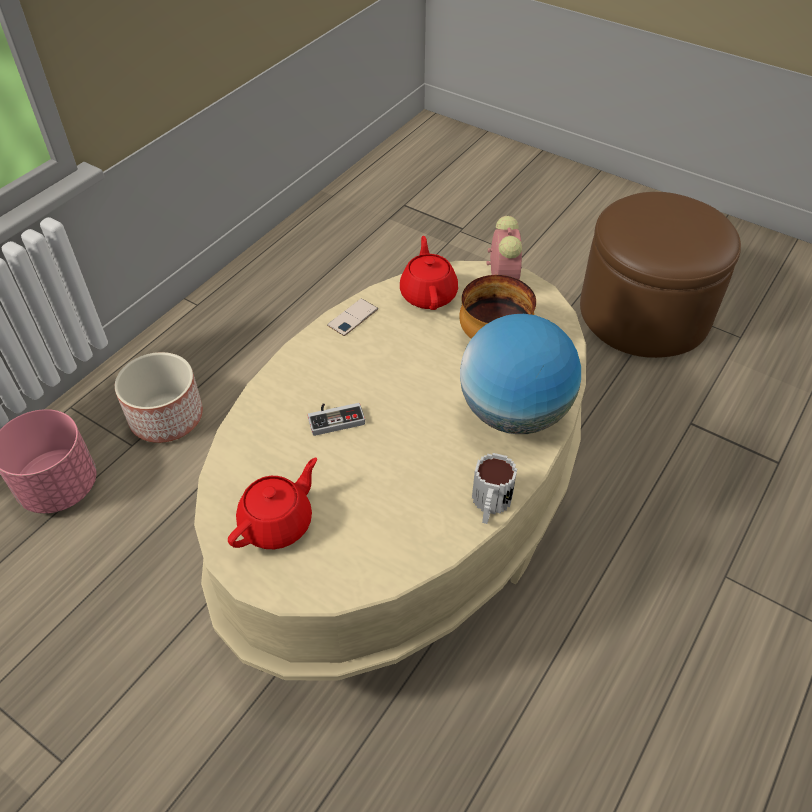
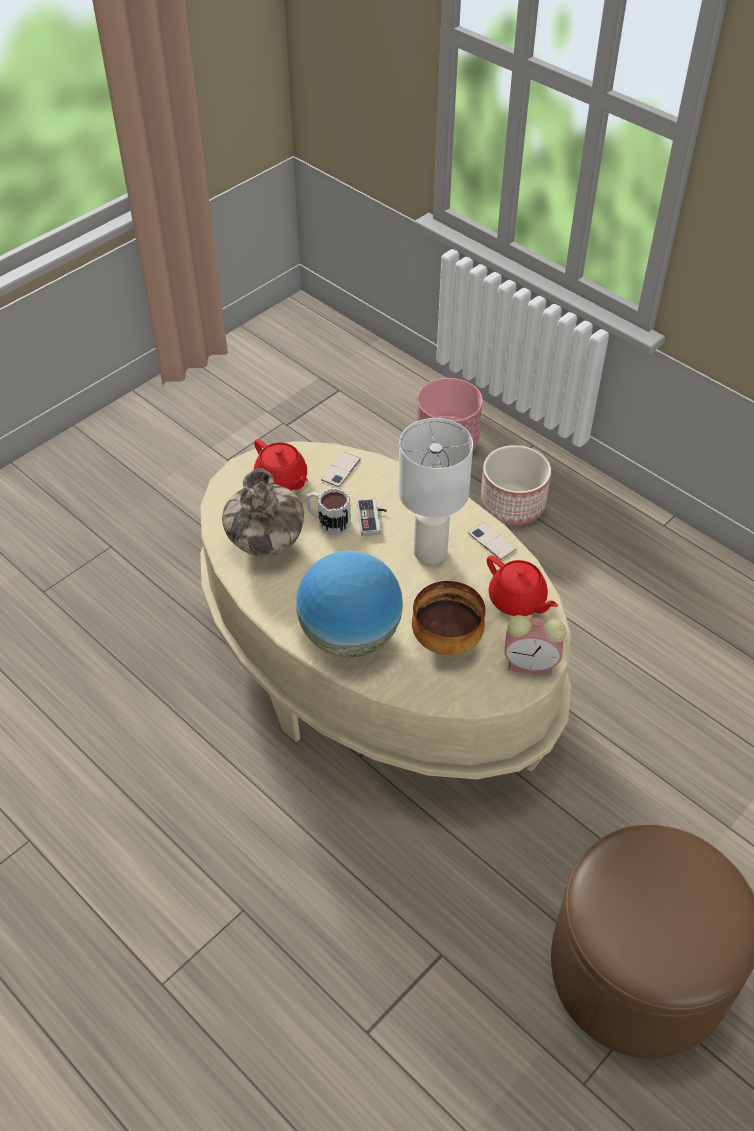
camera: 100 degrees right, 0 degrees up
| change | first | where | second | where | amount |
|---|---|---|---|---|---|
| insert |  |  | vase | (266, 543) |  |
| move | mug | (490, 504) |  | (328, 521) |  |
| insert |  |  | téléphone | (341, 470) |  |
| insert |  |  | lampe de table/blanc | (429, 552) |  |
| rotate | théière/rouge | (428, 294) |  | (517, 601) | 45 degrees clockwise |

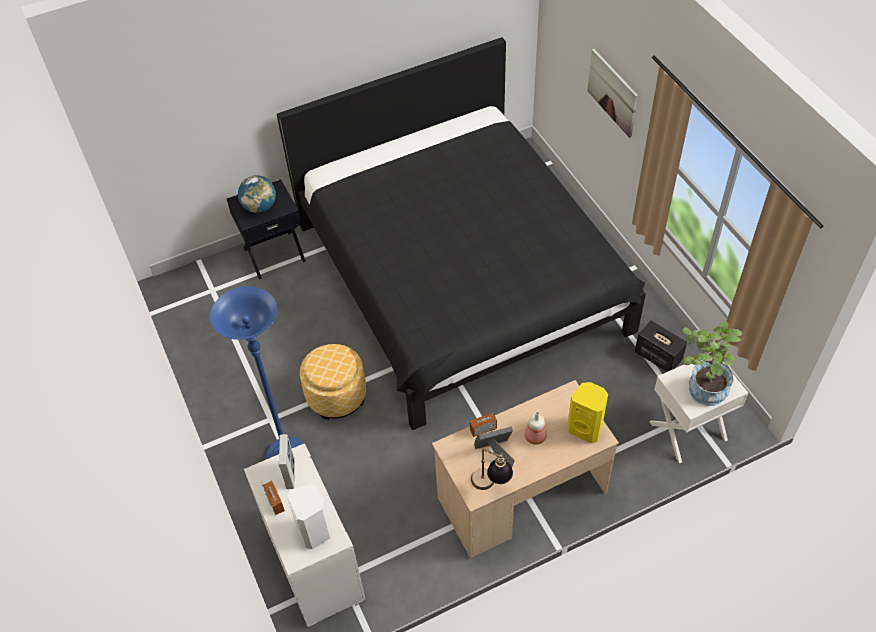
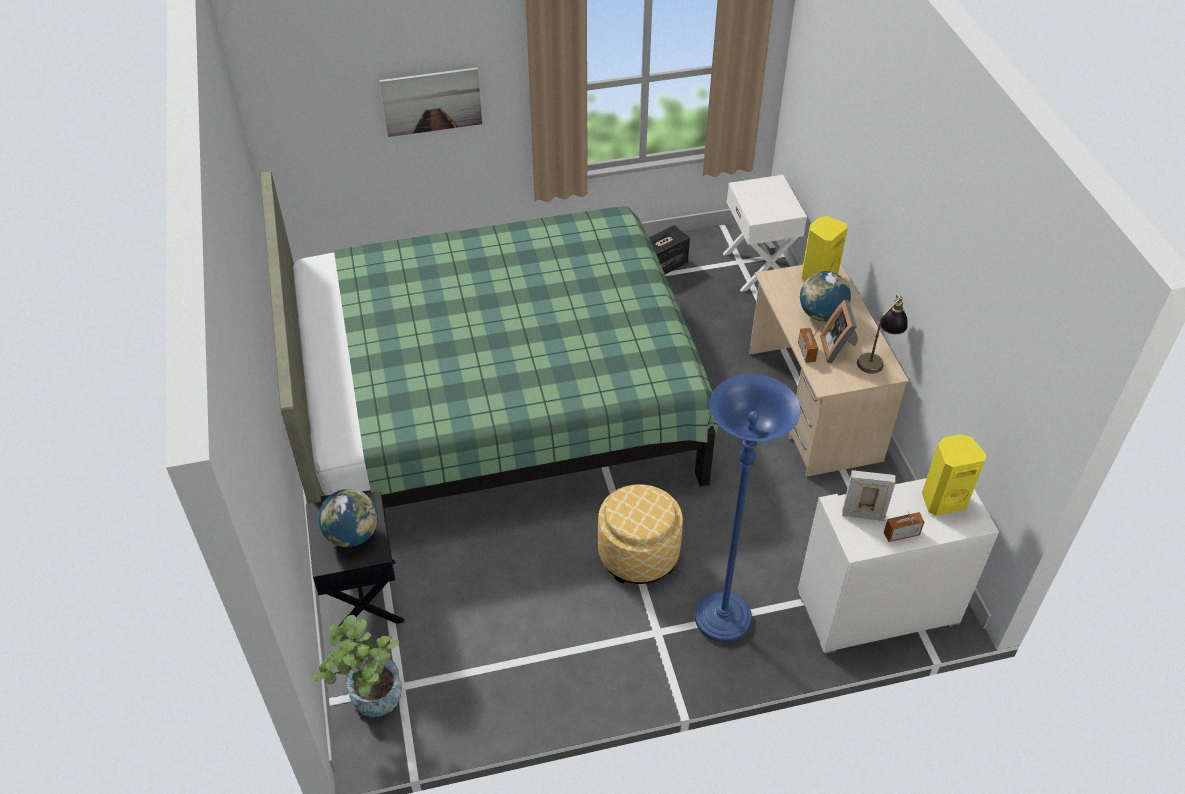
camera: 80 degrees left, 5 degrees down
| change | first | where | second | where | amount |
|---|---|---|---|---|---|
| recolor | lit/noir | (460, 279) | lit/vert | (494, 401) |  |
| move | plante en pot | (701, 388) |  | (371, 700) |  |
| replace | bouteille | (535, 436) | globe | (821, 314) |  |
| recolor | enceinte/blanc | (315, 531) | enceinte/jaune | (942, 499) |  |

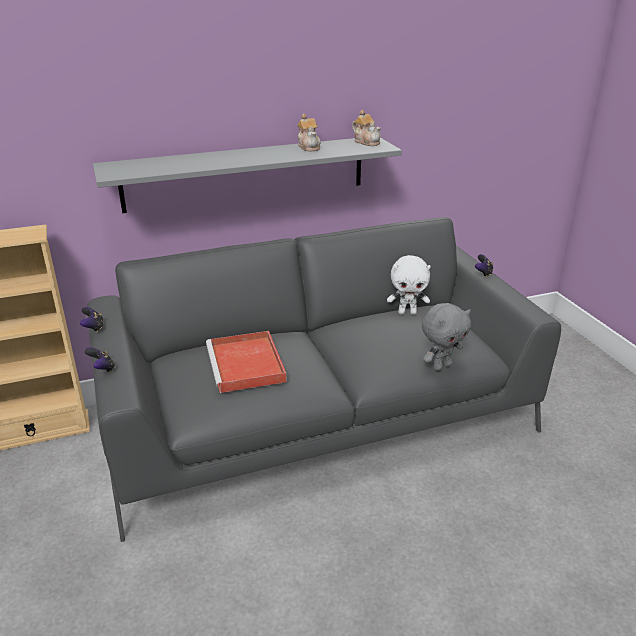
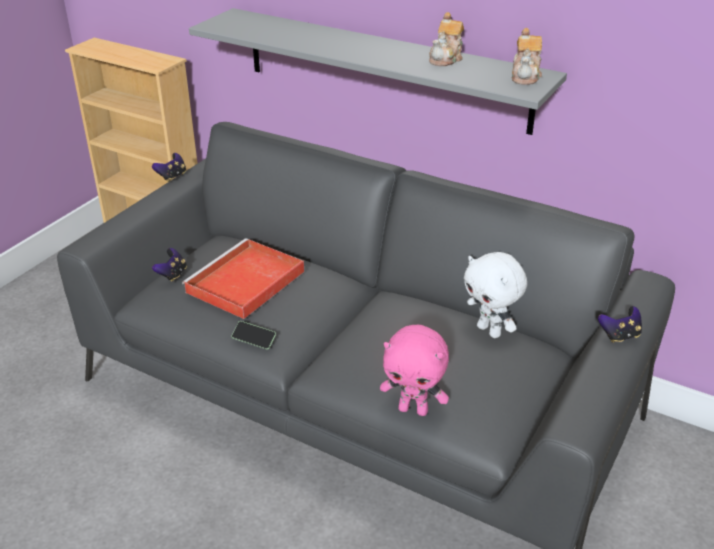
camera: 50 degrees right, 5 degrees up
| change | first | where | second | where | amount |
|---|---|---|---|---|---|
| move | manette | (102, 369) |  | (172, 274) |  |
| insert |  |  | téléphone | (254, 340) |  |
| recolor | peluche/gris | (441, 366) | peluche/rose | (414, 409) |  |

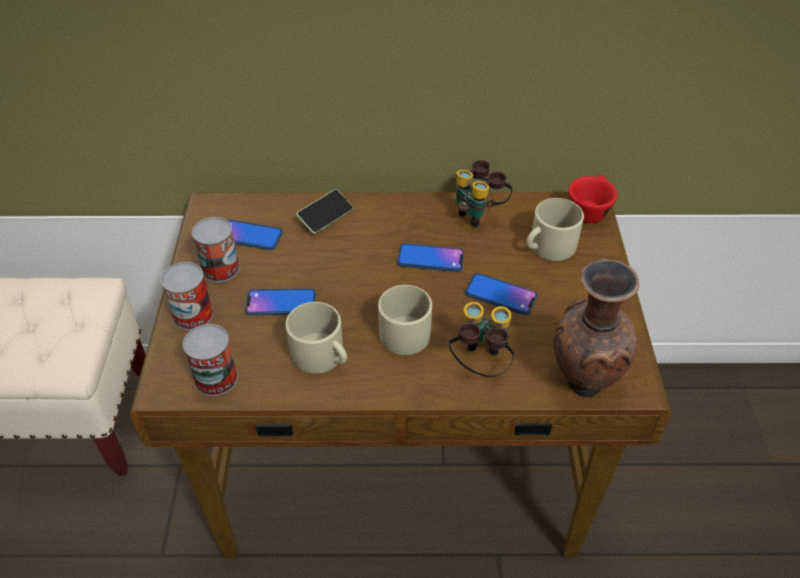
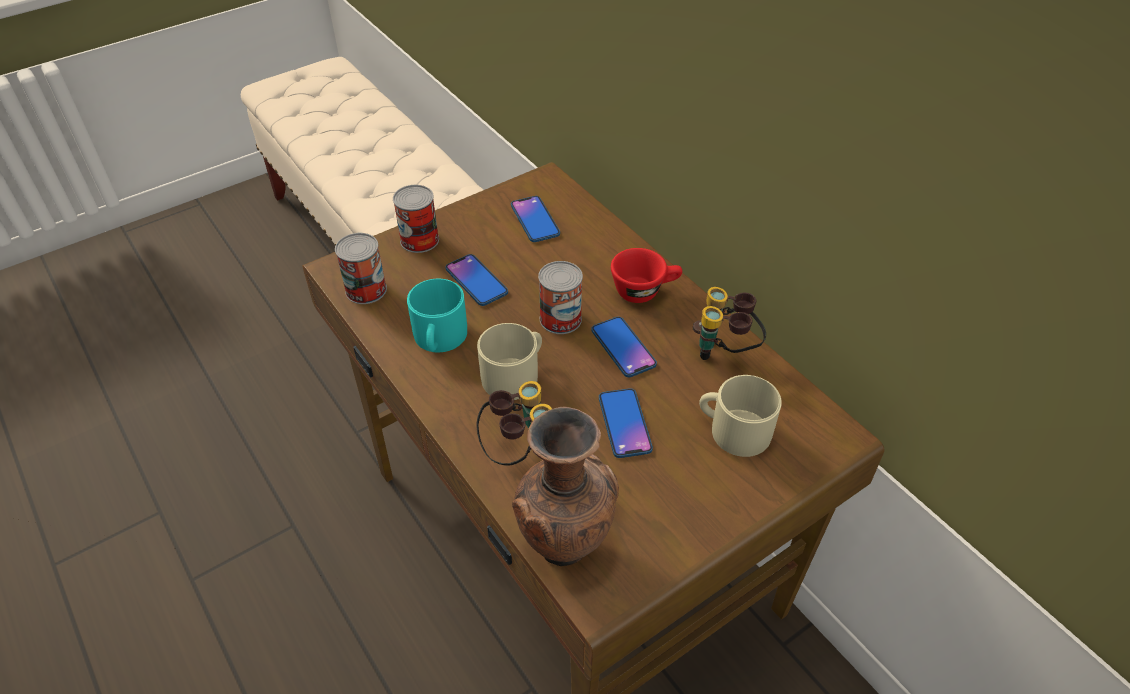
camera: 55 degrees right, 0 degrees up
| change | first | where | second | where | amount |
|---|---|---|---|---|---|
| recolor | mug/beige | (322, 356) | mug/turquoise | (439, 338) |  |
| move | boîte métallique | (221, 268) |  | (560, 319) |  |
| move | tasse/rouge | (589, 209) |  | (644, 290) |  |
| delete | téléphone | (326, 217) |  |  |  |

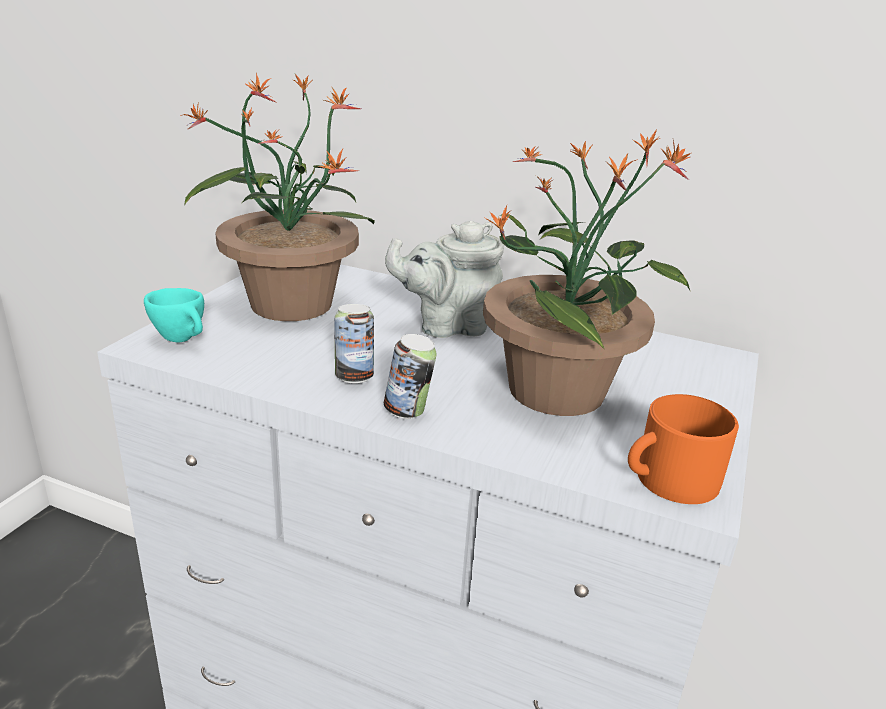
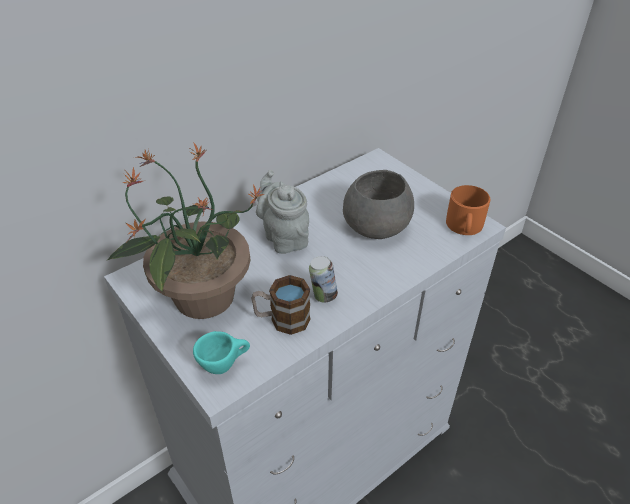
camera: 60 degrees left, 15 degrees up
| change | first | where | second | where | amount |
|---|---|---|---|---|---|
| insert |  |  | mug | (282, 319) |  |
| rotate | théière/gris | (447, 326) |  | (284, 237) | 135 degrees clockwise |
| replace | plante en pot | (559, 389) | bol/gris | (377, 225) |  |
| delete | boîte métallique | (408, 412) |  |  |  |

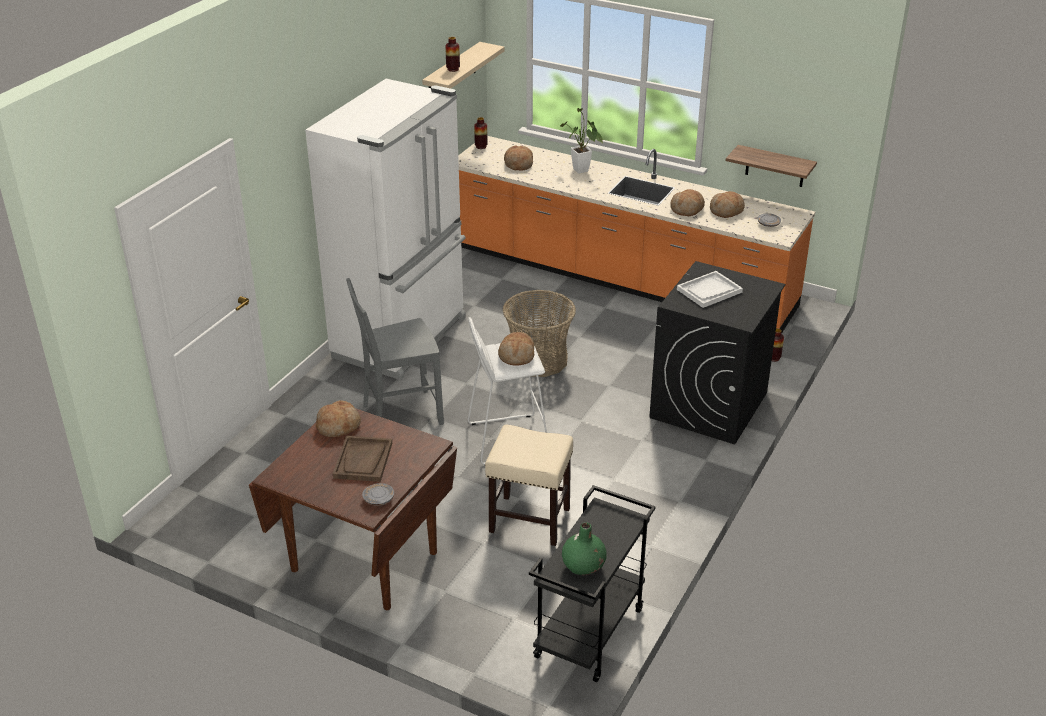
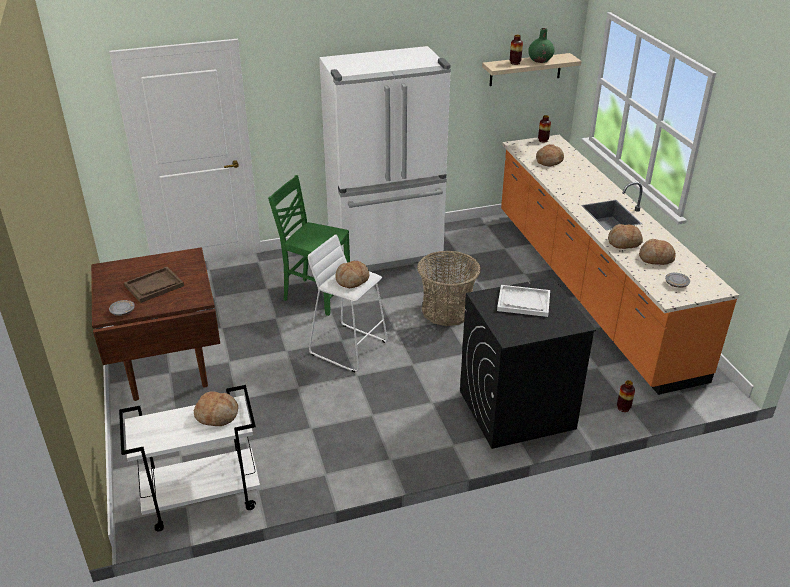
camera: 45 degrees right, 0 degrees up
| change | first | where | second | where | amount |
|---|---|---|---|---|---|
| recolor | chariot/noir | (590, 634) | chariot/blanc | (201, 499) |  |
| move | pain | (338, 425) |  | (217, 414) |  |
| recolor | chaise/gris | (400, 414) | chaise/vert | (315, 295) |  |
| move | vase/vert | (583, 566) |  | (540, 60) |  |
| delete | tabouret/beige | (528, 520) |  |  |  |
| delete | plante en pot | (582, 172) |  |  |  |
| delete | étagère | (775, 166) |  |  |  |

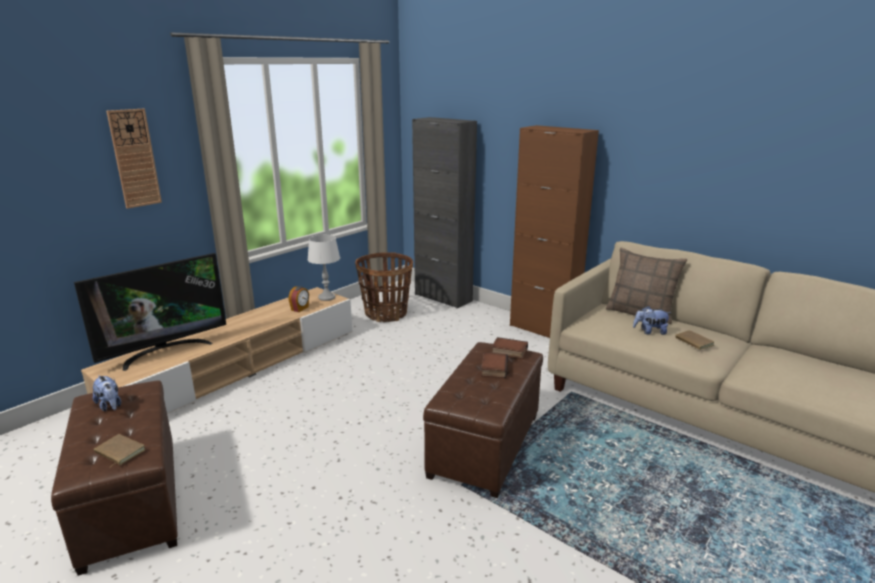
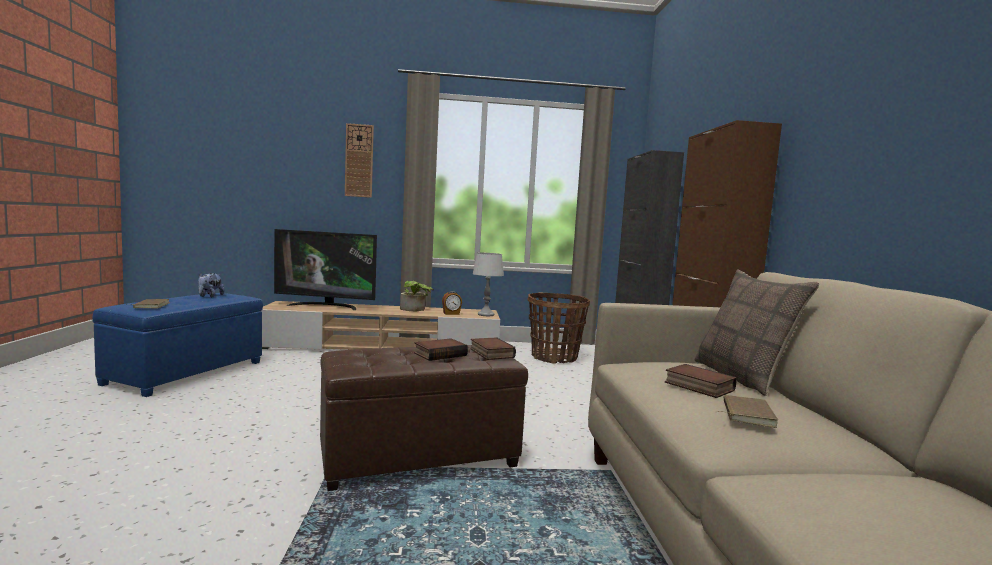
camera: 45 degrees right, 15 degrees down
| change | first | where | second | where | amount |
|---|---|---|---|---|---|
| recolor | pouf/marron | (133, 502) | pouf/bleu | (187, 373) |  |
| insert |  |  | plante en pot | (415, 309) |  |
| replace | peluche | (650, 332) | livre | (697, 386) |  |

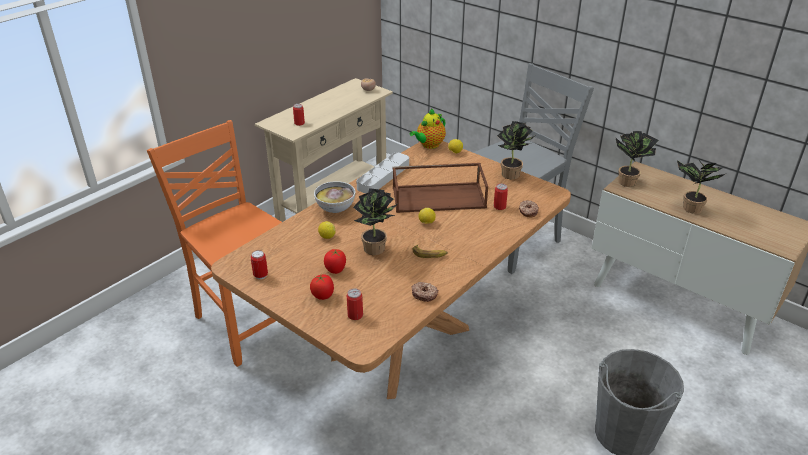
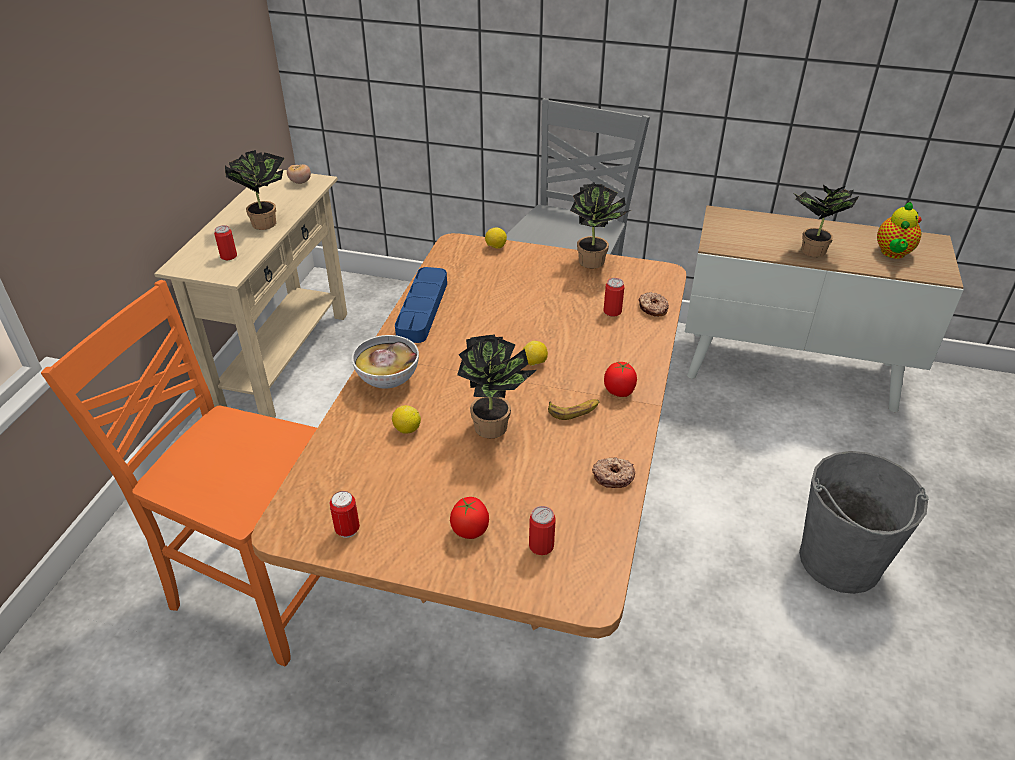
camera: 25 degrees left, 5 degrees up
| change | first | where | second | where | amount |
|---|---|---|---|---|---|
| move | plante en pot | (628, 181) |  | (265, 222) |  |
| recolor | plateau/gris | (383, 176) | plateau/bleu | (422, 309) |  |
| move | tomate | (335, 270) |  | (619, 391) |  |
| move | théière | (429, 145) |  | (893, 253) |  |
| delete | plateau/marron | (439, 197) |  |  |  |

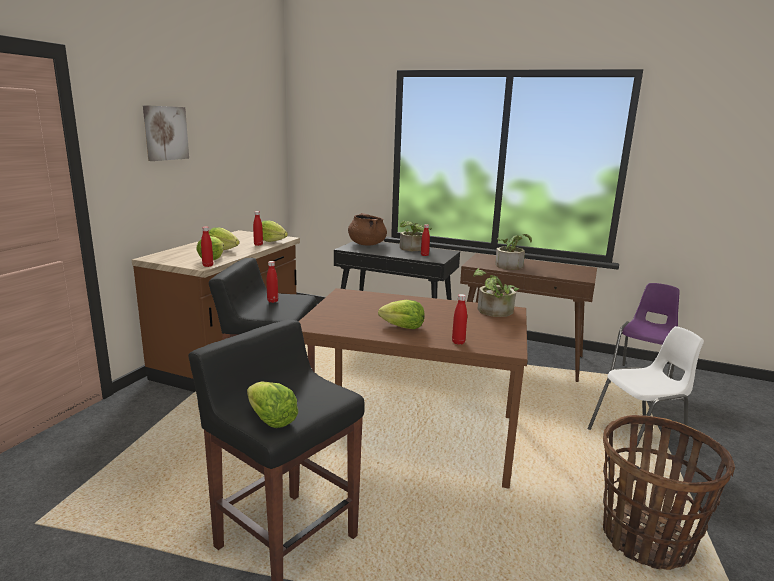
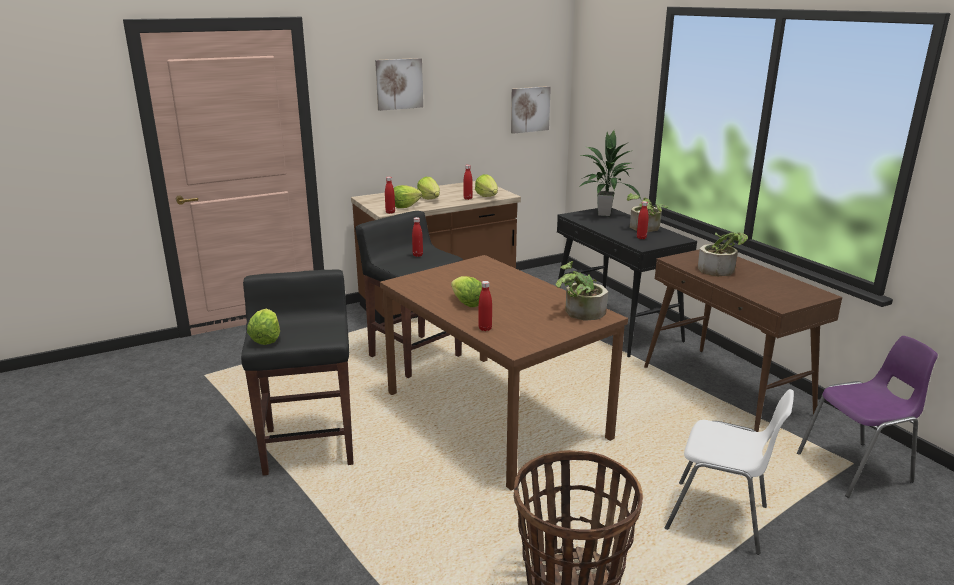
camera: 40 degrees right, 5 degrees up
| change | first | where | second | where | amount |
|---|---|---|---|---|---|
| insert |  |  | tableau | (529, 109) |  |
| replace | marmite/marron | (367, 244) | plante en pot | (604, 214) |  |

